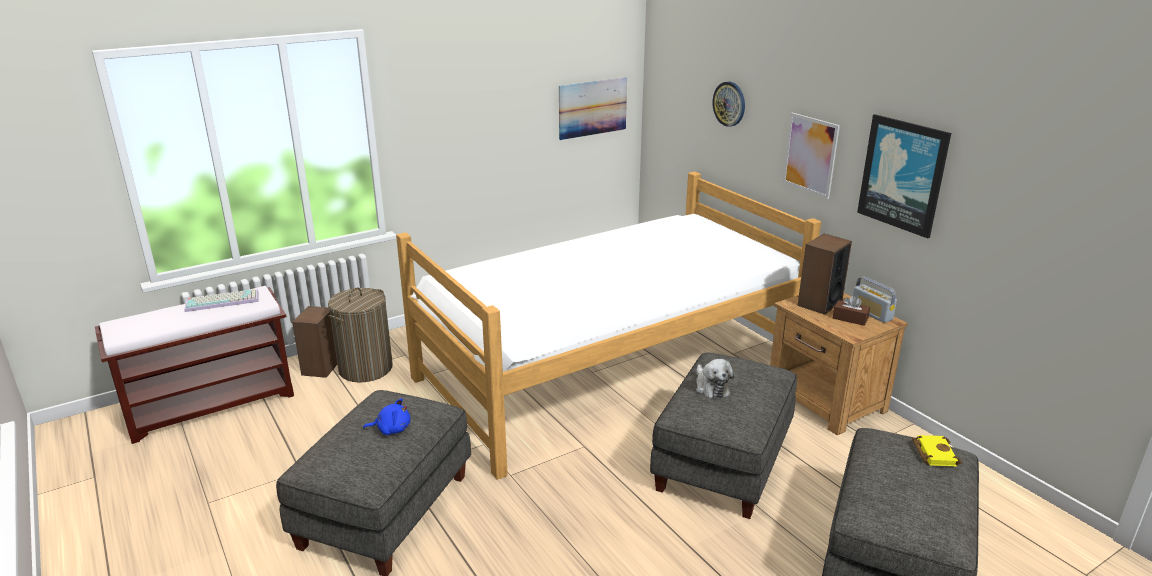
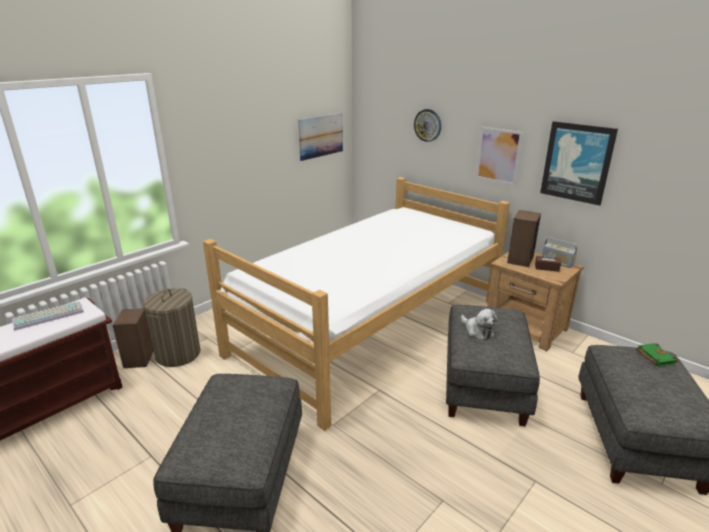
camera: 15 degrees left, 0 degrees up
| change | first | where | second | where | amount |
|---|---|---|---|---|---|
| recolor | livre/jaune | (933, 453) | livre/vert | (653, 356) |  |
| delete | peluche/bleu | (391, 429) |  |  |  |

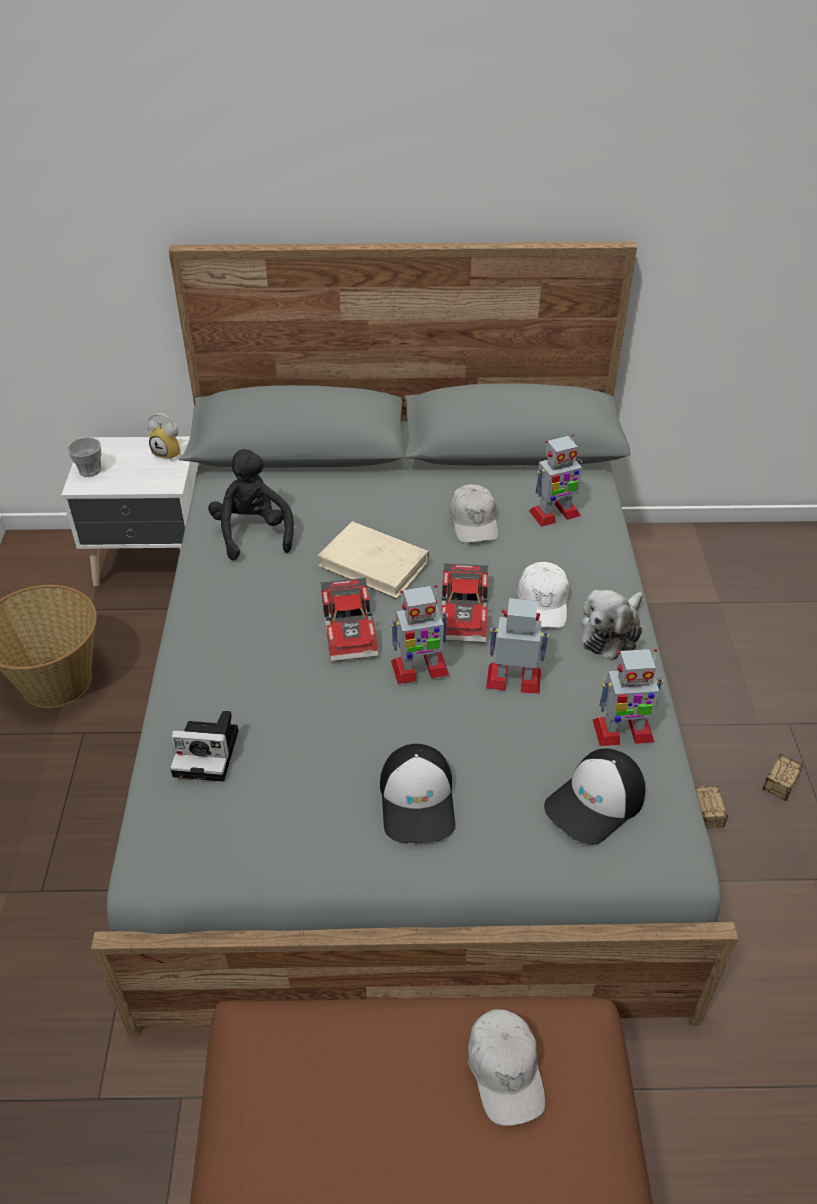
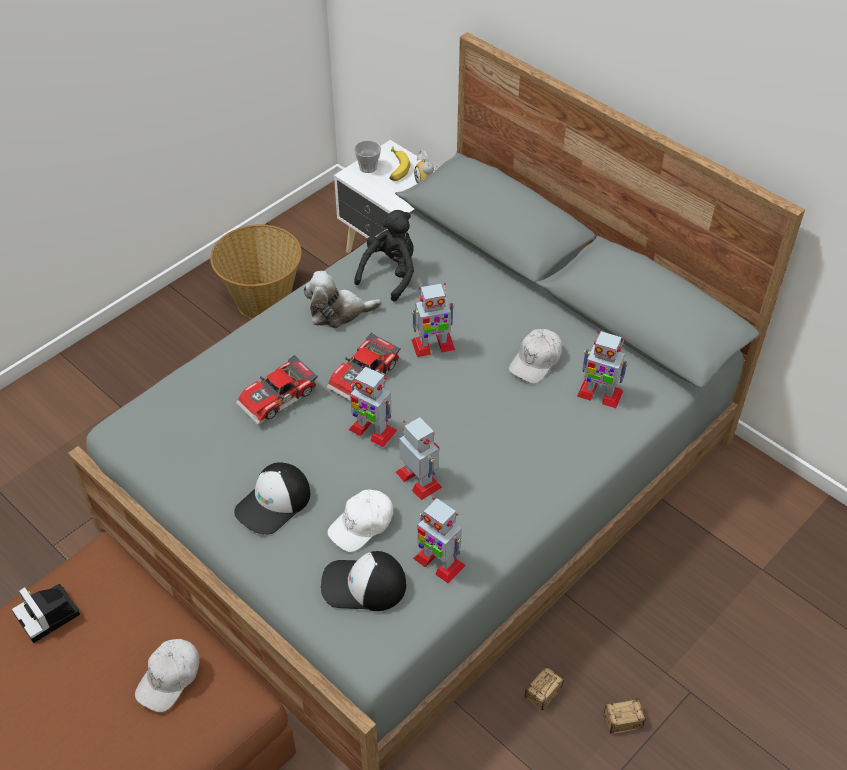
camera: 45 degrees right, 5 degrees up
| change | first | where | second | where | amount |
|---|---|---|---|---|---|
| move | appareil photo | (209, 752) |  | (49, 615) |  |
| move | petite voiture | (466, 611) |  | (279, 398) |  |
| move | peluche | (611, 633) |  | (338, 312) |  |
| move | casquette/blanc | (543, 603) |  | (362, 525) |  |
| insert |  |  | banane | (395, 168) |  |
| replace | livre/beige | (374, 564) | robot jouet | (432, 345) |  |

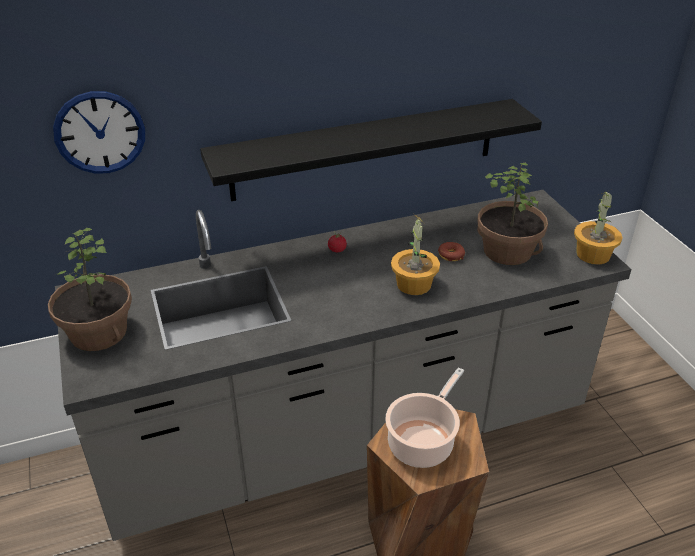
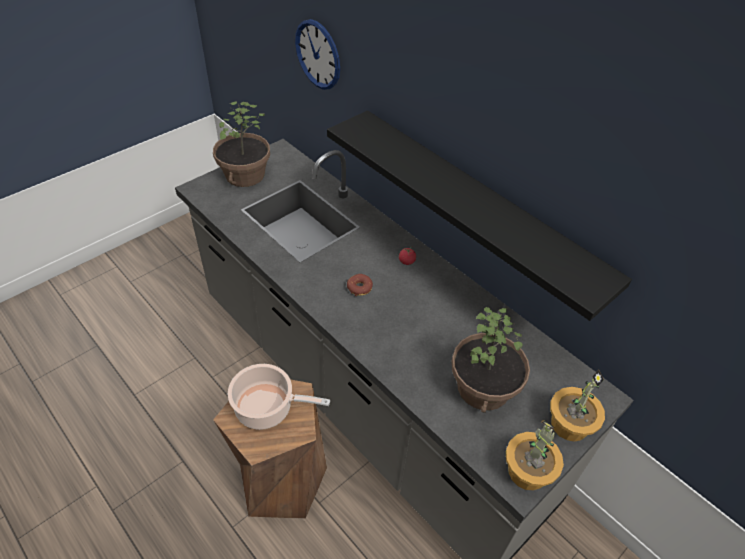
camera: 65 degrees right, 10 degrees up
| change | first | where | second | where | amount |
|---|---|---|---|---|---|
| move | beignet | (451, 255) |  | (359, 287) |  |
| move | plante en pot | (413, 284) |  | (569, 424) |  |

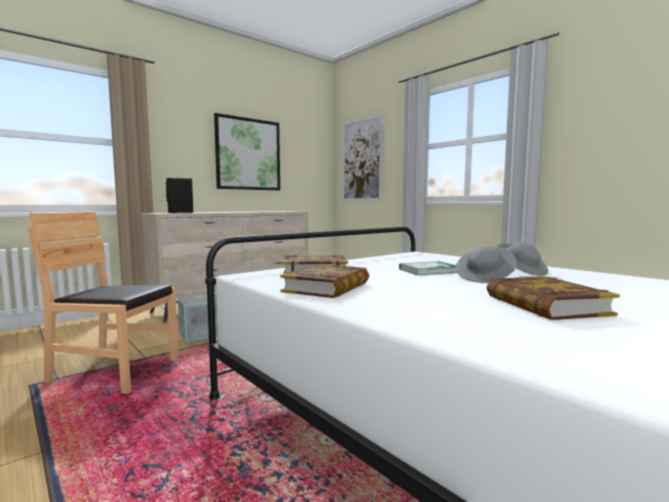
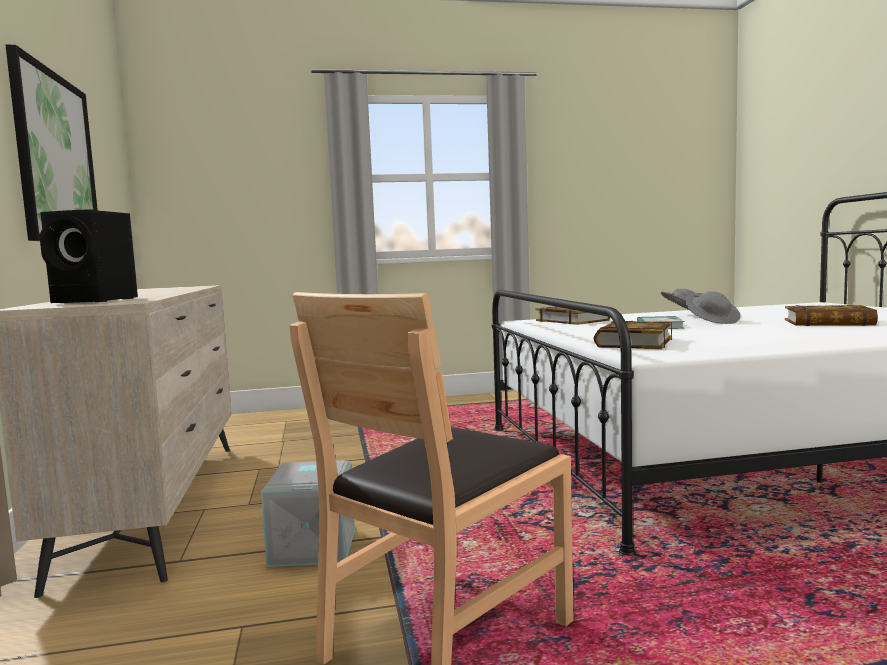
camera: 60 degrees left, 0 degrees up
| change | first | where | second | where | amount |
|---|---|---|---|---|---|
| move | livre | (327, 287) |  | (573, 320) |  |
| delete | tableau | (361, 160) |  |  |  |

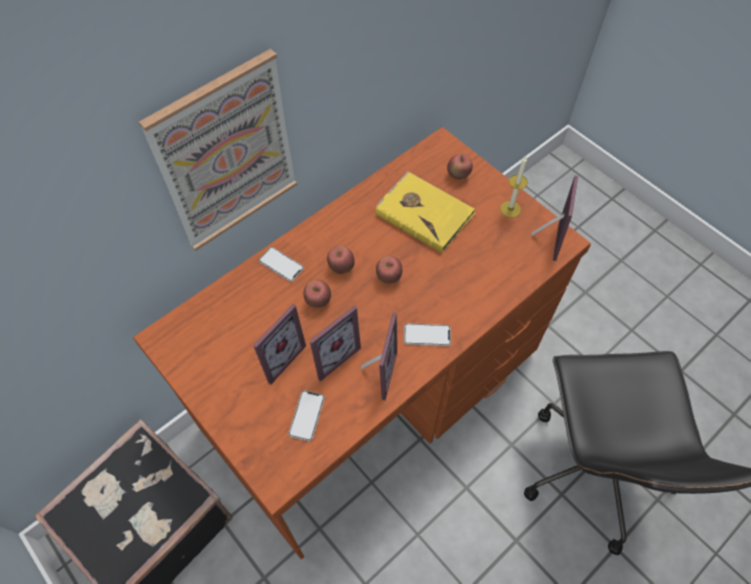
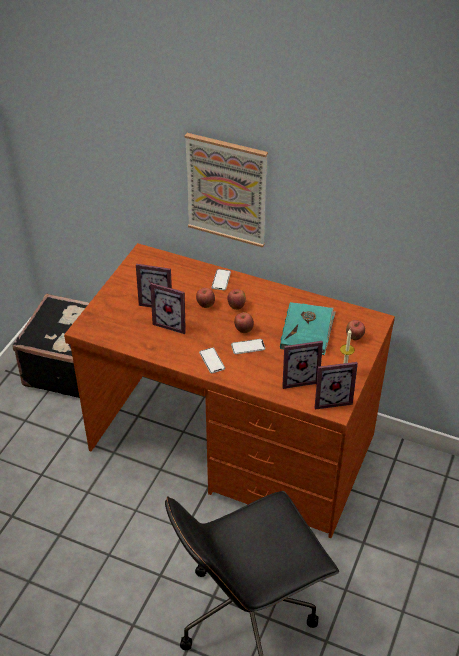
camera: 65 degrees right, 15 degrees down
| change | first | where | second | where | amount |
|---|---|---|---|---|---|
| move | téléphone | (306, 415) |  | (248, 347) |  |
| recolor | livre/jaune | (424, 213) | livre/turquoise | (307, 330) |  |
| move | cadre photo | (376, 372) |  | (298, 378) |  |

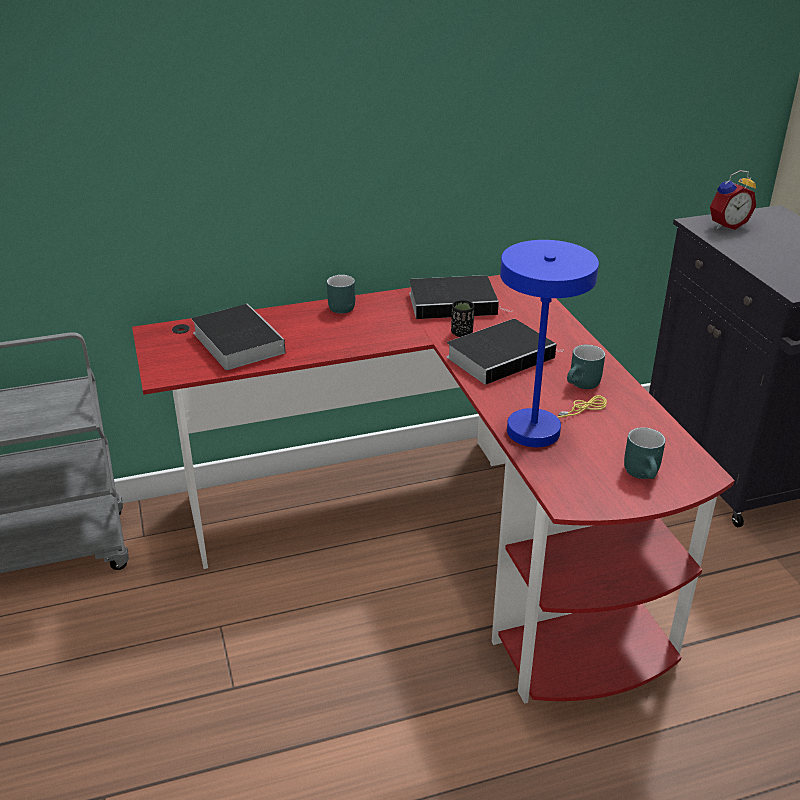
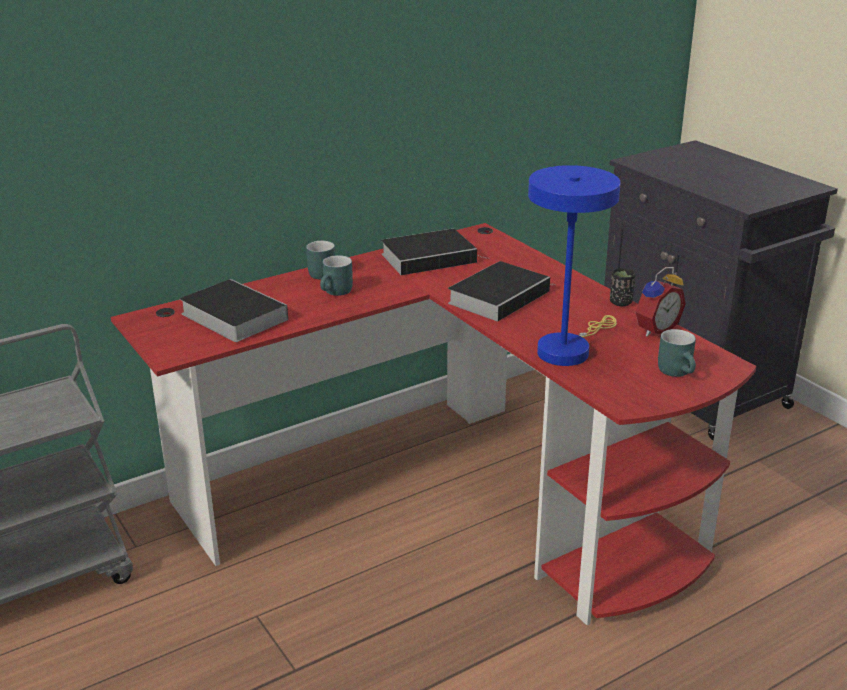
camera: 15 degrees left, 5 degrees down
| change | first | where | second | where | amount |
|---|---|---|---|---|---|
| move | mug/turquoise | (583, 385) |  | (337, 292) |  |
| move | tasse/noir | (462, 333) |  | (620, 302) |  |
| move | réveil | (726, 225) |  | (654, 329) |  |

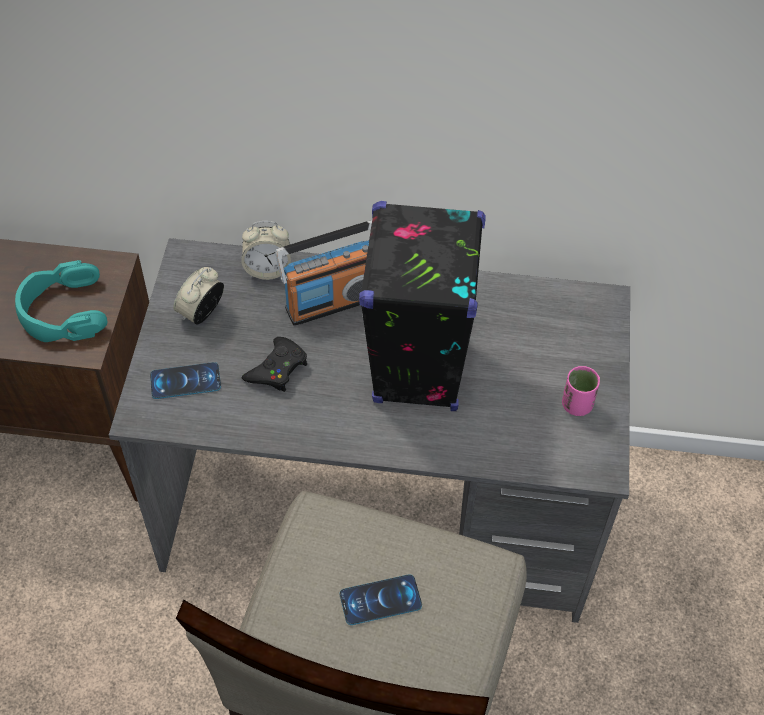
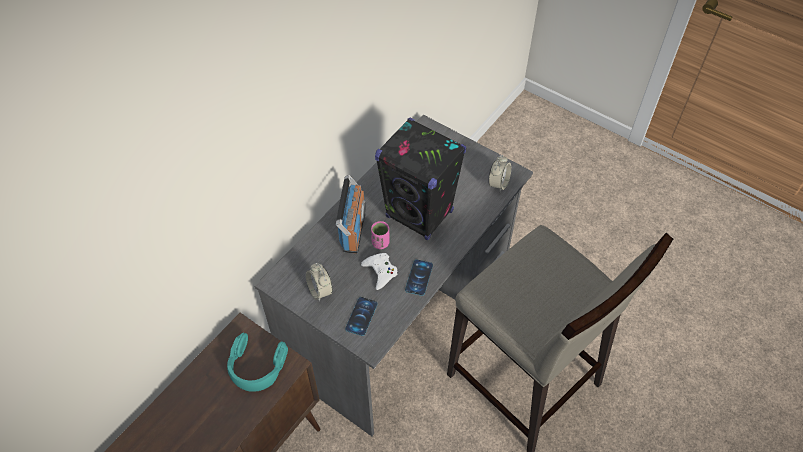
camera: 60 degrees left, 0 degrees up
| change | first | where | second | where | amount |
|---|---|---|---|---|---|
| recolor | manette/noir | (277, 369) | manette/blanc | (380, 272) |  |
| move | tasse/rose | (576, 405) |  | (380, 243) |  |
| move | téléphone | (380, 600) |  | (419, 277) |  |
| move | réveil | (267, 269) |  | (498, 184) |  |

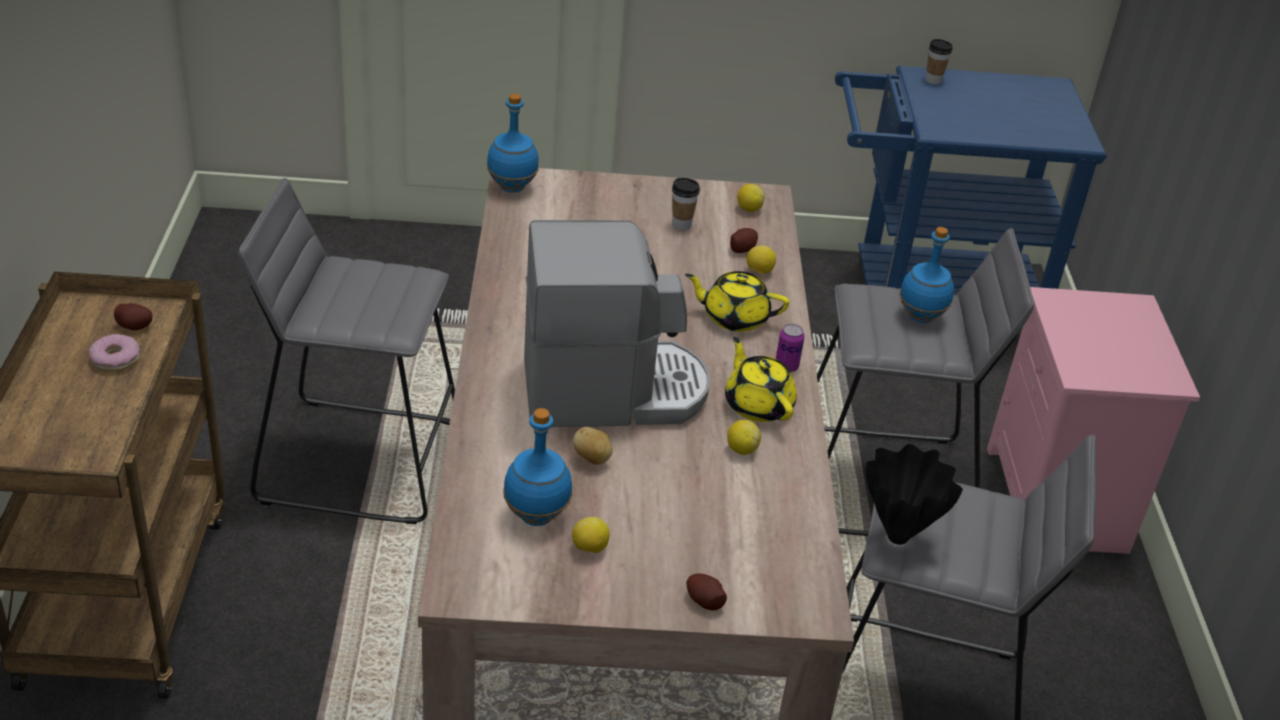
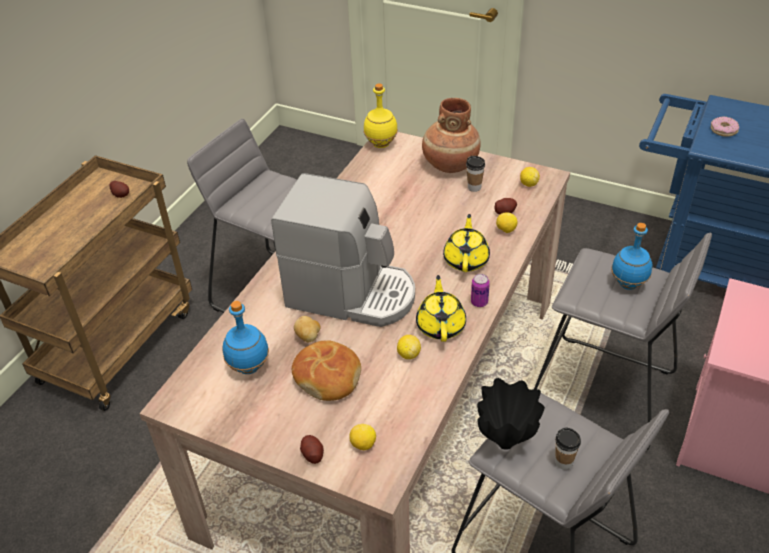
camera: 30 degrees right, 5 degrees up
| change | first | where | second | where | amount |
|---|---|---|---|---|---|
| insert |  |  | pain | (328, 377) |  |
| move | citron | (589, 548) |  | (363, 444) |  |
| recolor | bouteille/bleu | (512, 188) | bouteille/jaune | (381, 144) |  |
| insert |  |  | vase/marron | (450, 164) |  |
| rotate | théière/jaune | (734, 317) |  | (466, 259) | 60 degrees clockwise |
| move | tasse | (933, 80) |  | (563, 462) |  |
| move | beignet | (116, 359) |  | (723, 130) |  |

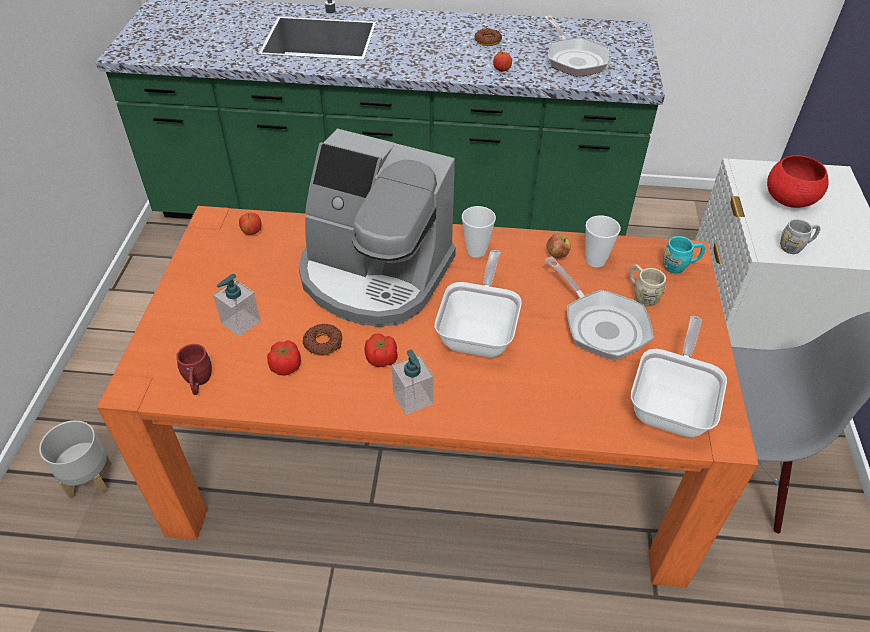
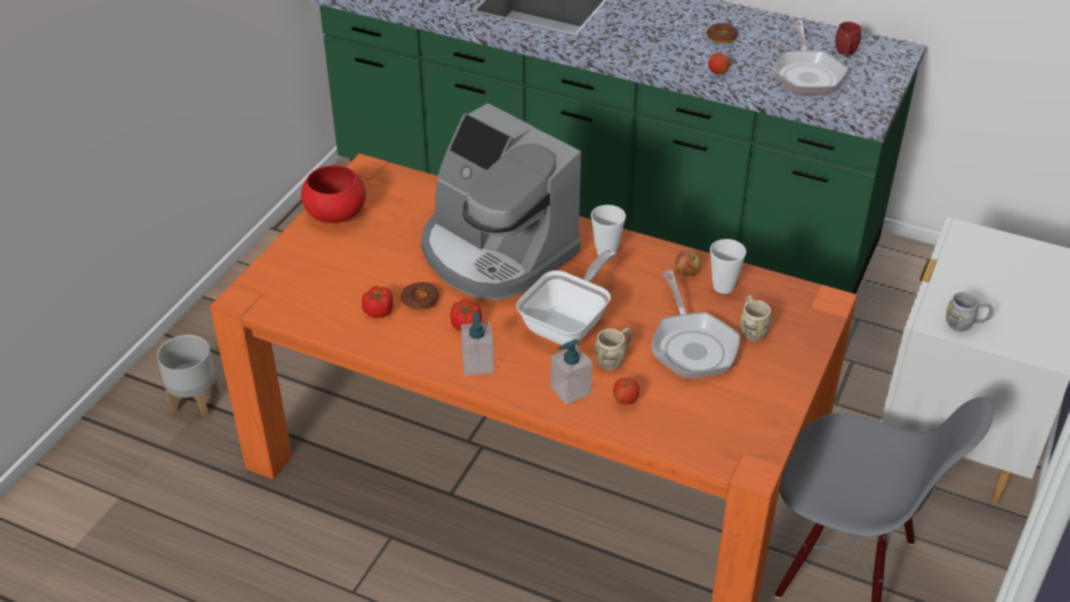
camera: 20 degrees right, 5 degrees down
| change | first | where | second | where | amount |
|---|---|---|---|---|---|
| move | bol/rouge | (788, 199) |  | (335, 214) |  |
| move | distributeur de savon | (240, 322) |  | (570, 390) |  |
| insert |  |  | mug/beige | (614, 358) |  |
| move | pomme | (252, 232) |  | (625, 400) |  |
| move | mug/rouge | (198, 382) |  | (845, 53) |  |
| delete | poêle | (672, 405) |  |  |  |
| delete | mug/turquoise | (680, 266) |  |  |  |

